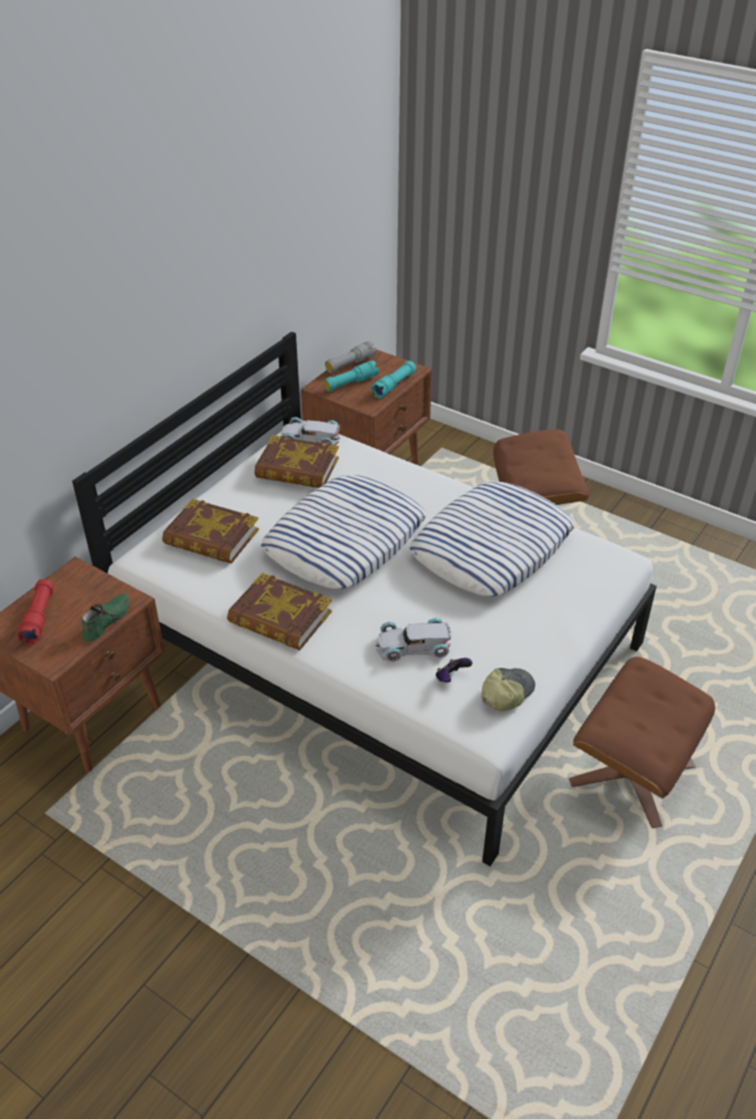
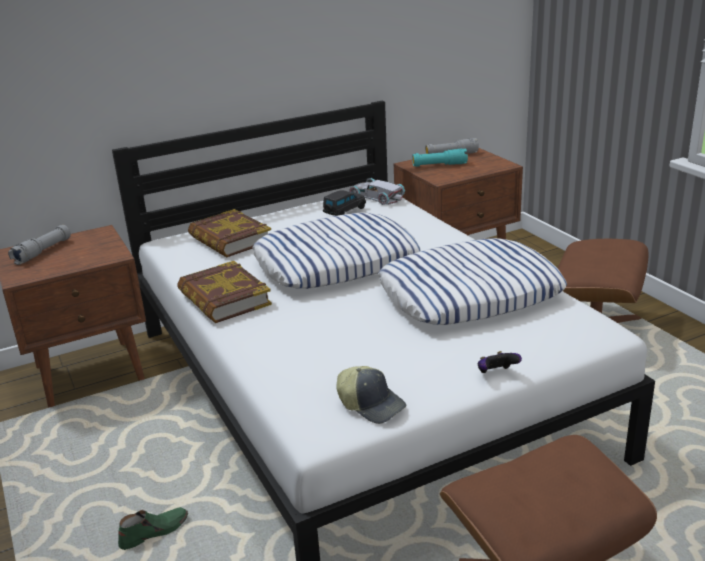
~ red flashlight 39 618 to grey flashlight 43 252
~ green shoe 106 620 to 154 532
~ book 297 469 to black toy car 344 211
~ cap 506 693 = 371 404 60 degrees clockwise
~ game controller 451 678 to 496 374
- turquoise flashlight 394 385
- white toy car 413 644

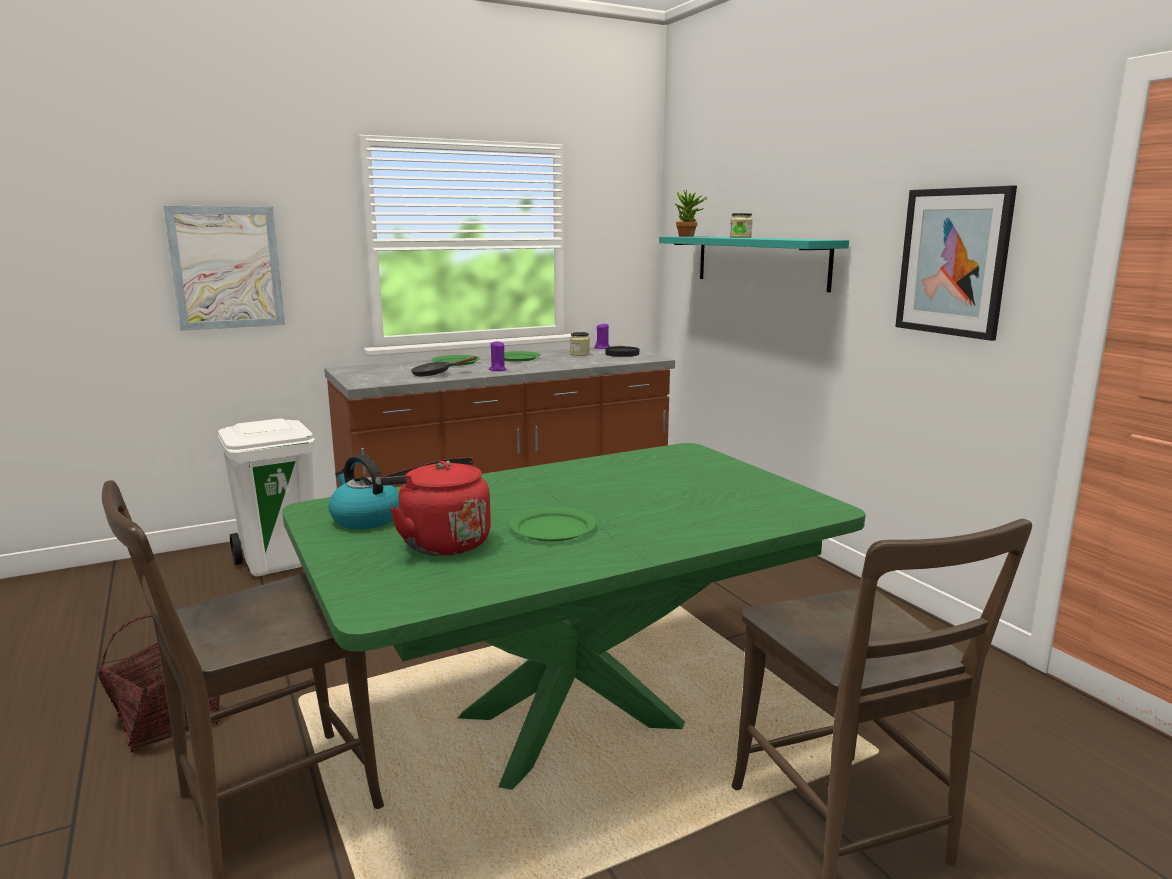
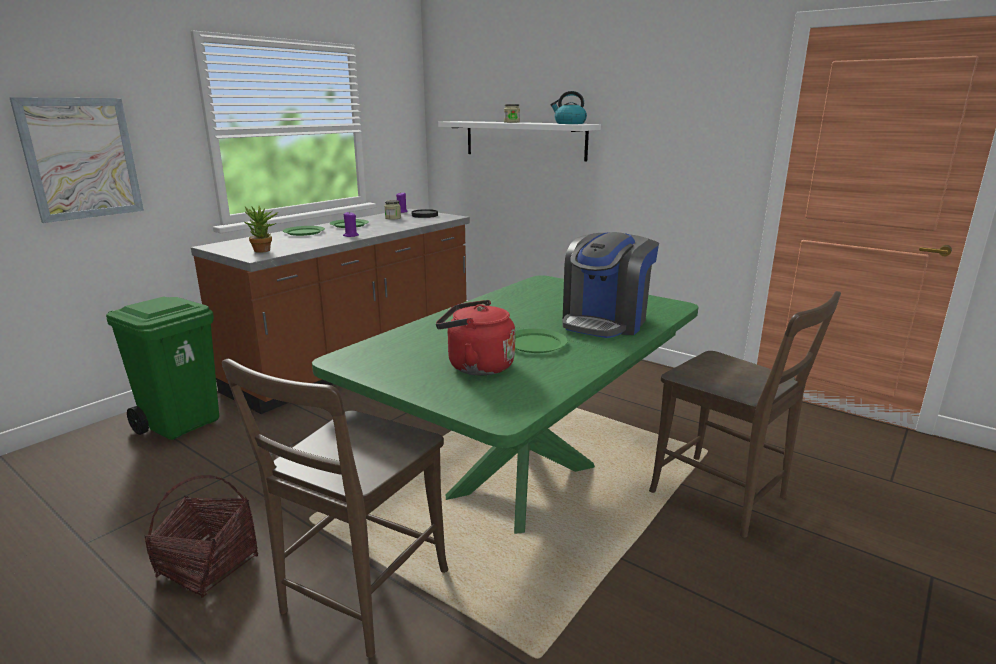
~ white trash can 280 562 to green trash can 182 423
~ potted plant 689 236 to 265 251
~ turquoise shelf 760 261 to white shelf 524 140
~ kettle 365 519 to 569 123
+ coffee machine 605 322
- black frying pan 435 374
- picture 953 262

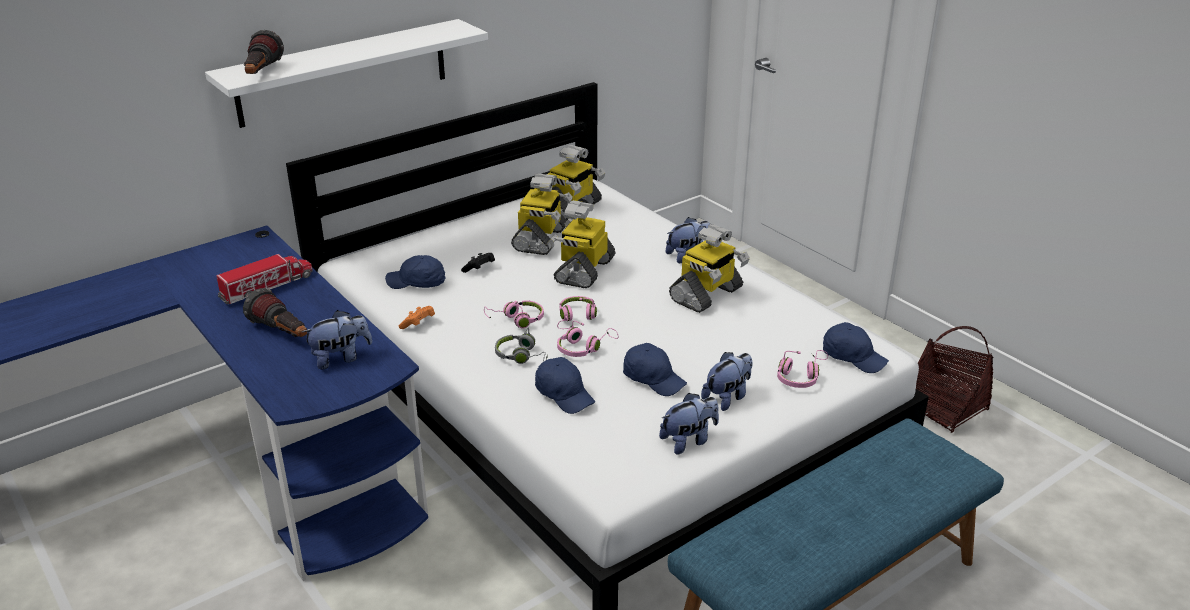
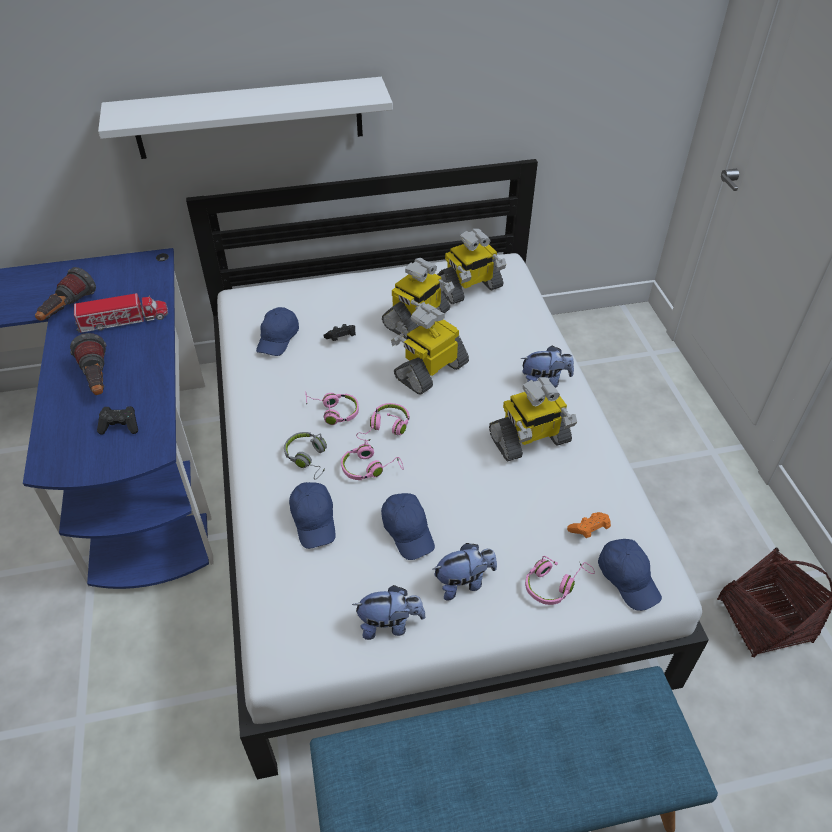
~ flashlight 261 74 to 67 310
~ plush toy 340 358 to black game controller 120 426
~ blue cap 417 283 = 278 339 105 degrees counterclockwise
~ orange game controller 418 324 to 589 530

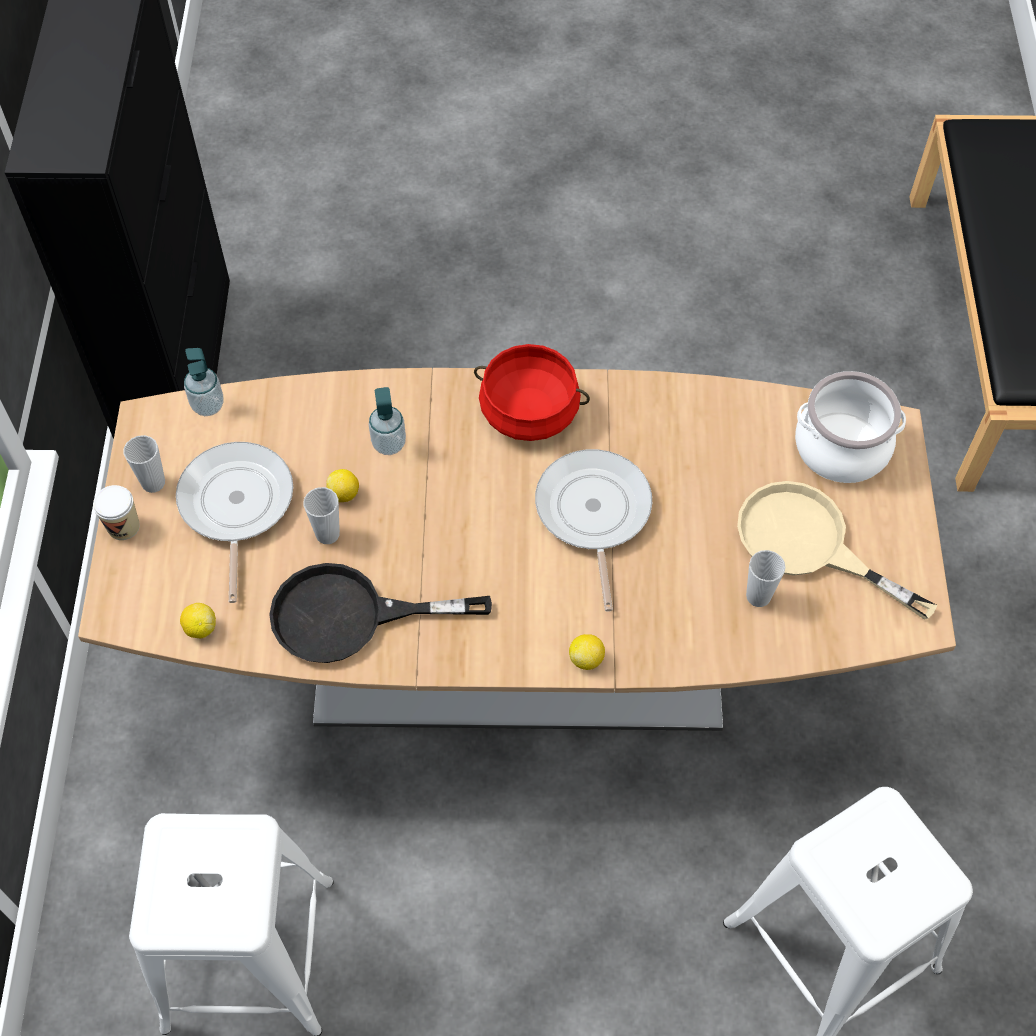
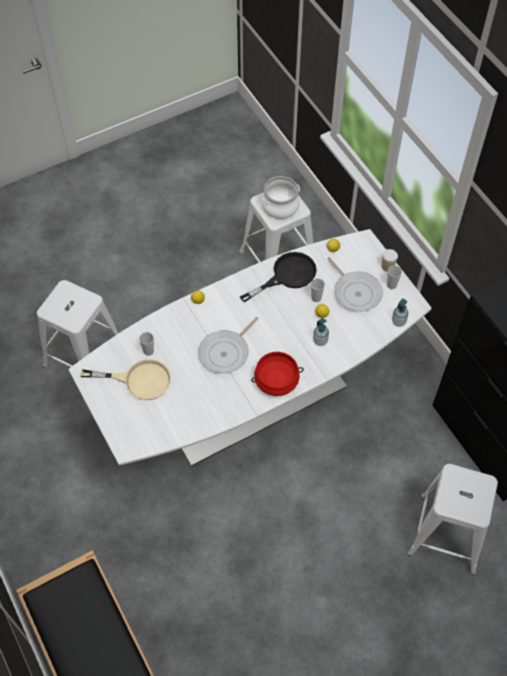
~ brown dining table 516 653 to white dining table 254 397
~ frying pan 593 514 = 226 352 75 degrees clockwise
~ cooking pot 841 448 to 280 206
+ white stool 447 533

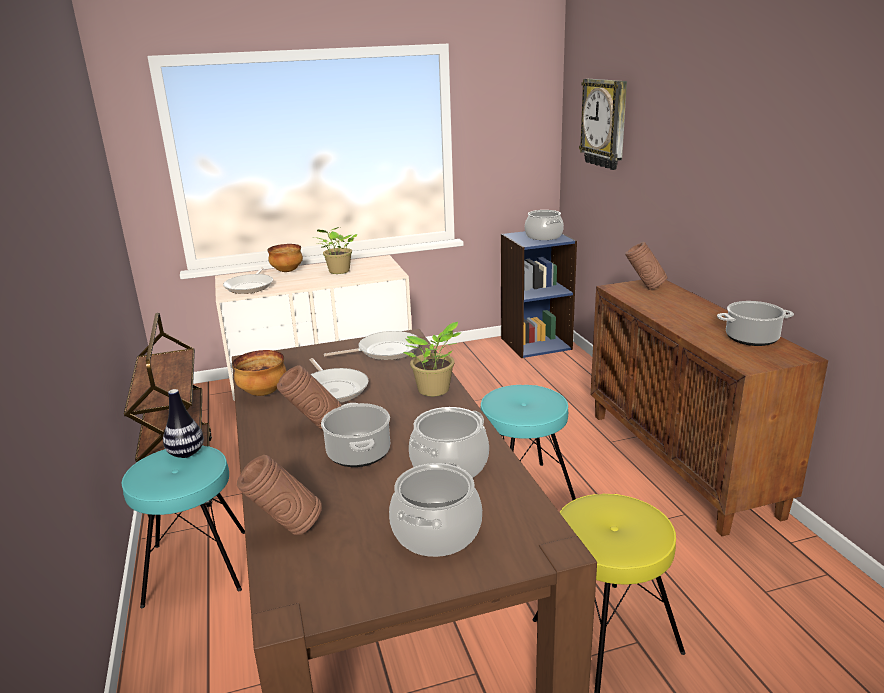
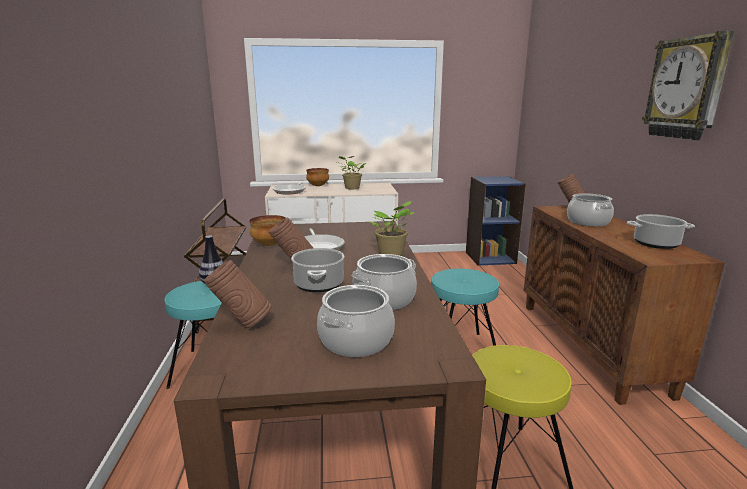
~ cooking pot 544 236 to 588 222
~ wall clock 605 123 to 686 88
- frying pan 385 351

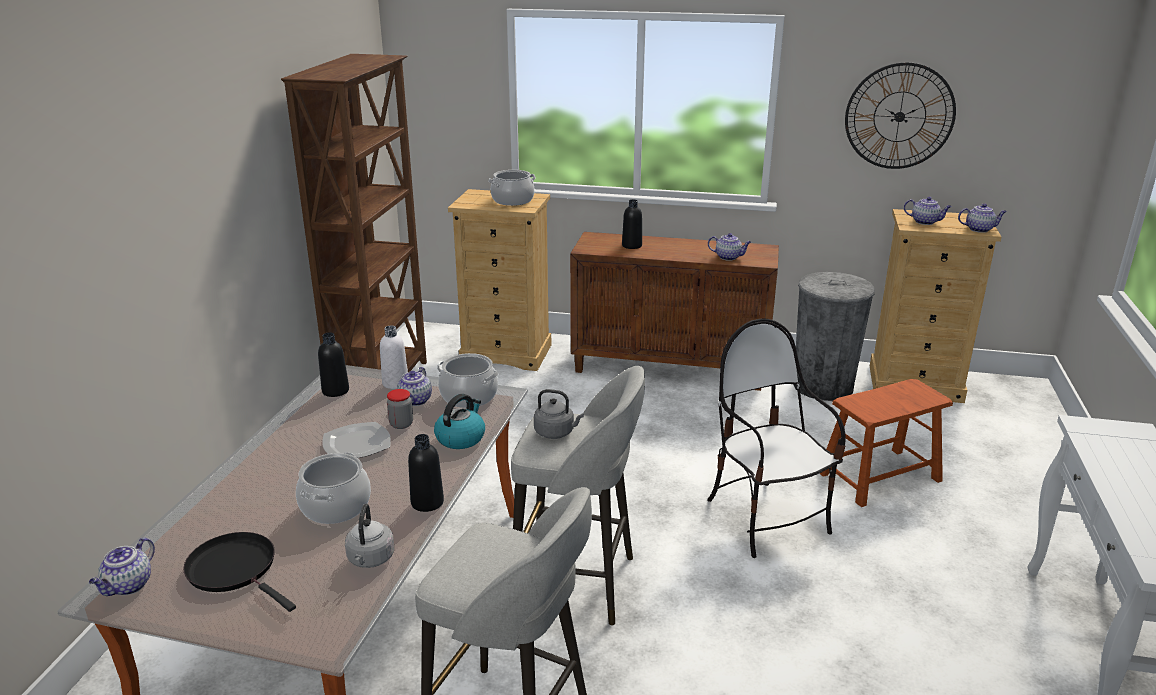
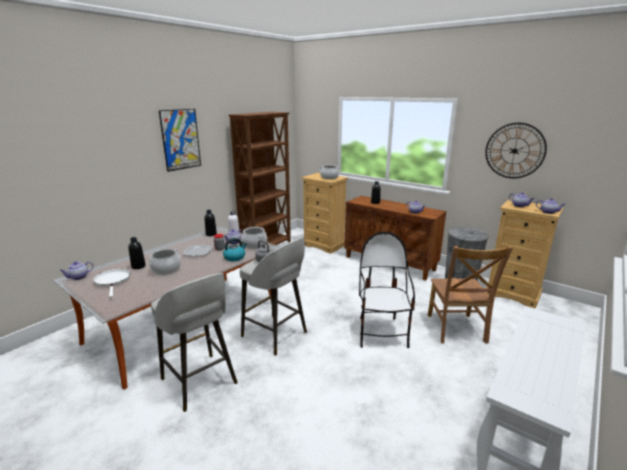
~ black frying pan 236 570 to white frying pan 113 281
~ black bottle 427 502 to 138 266
+ picture 180 139
~ brown stool 879 476 to brown chair 456 330
- grey kettle 370 559

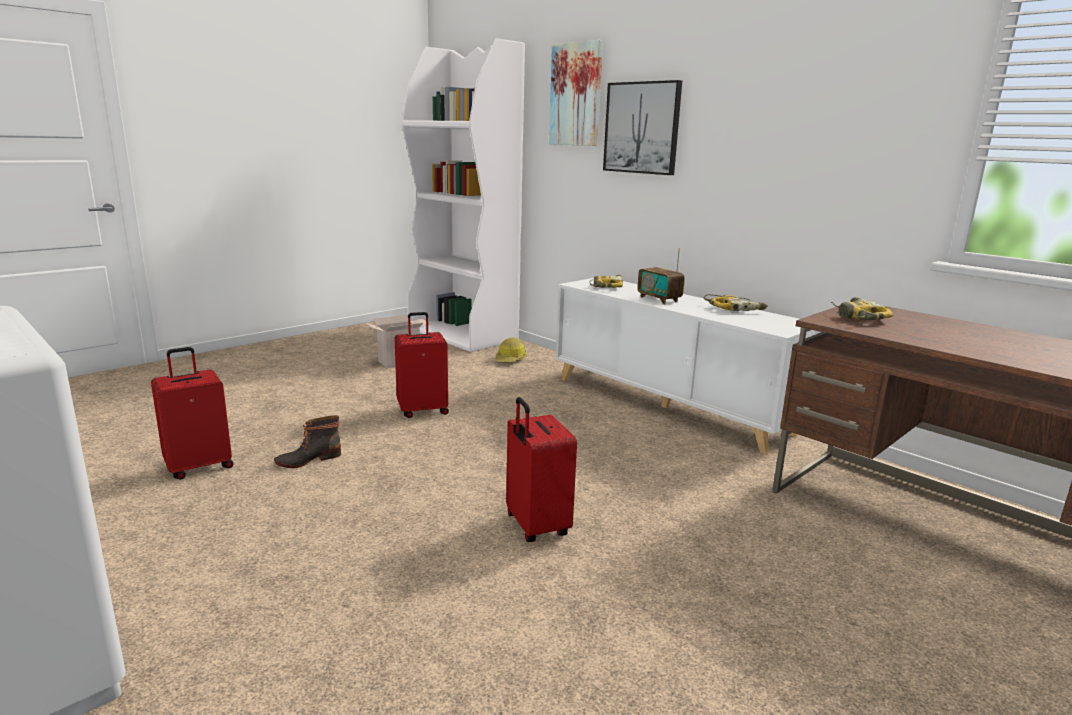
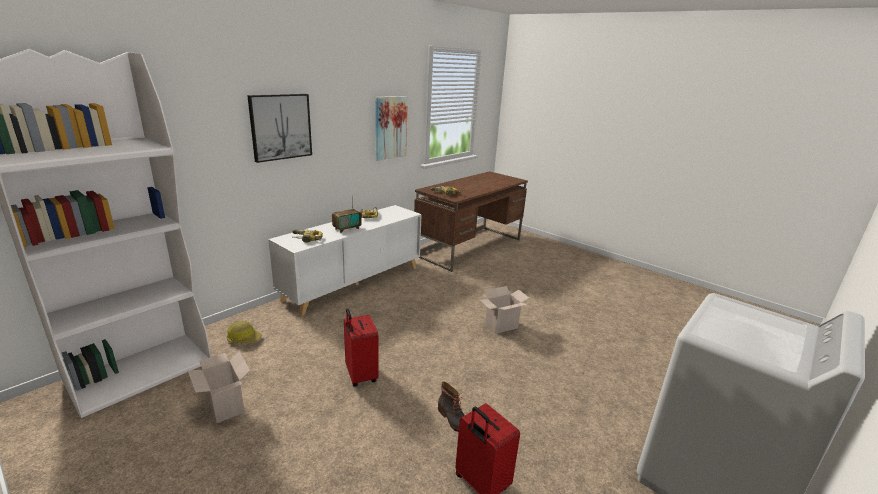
~ picture 576 95 to 390 127
~ red suitcase 535 526 to cardboard box 501 326

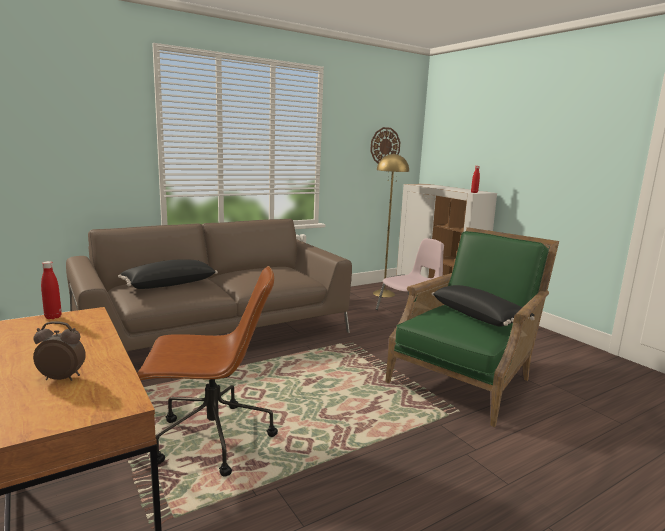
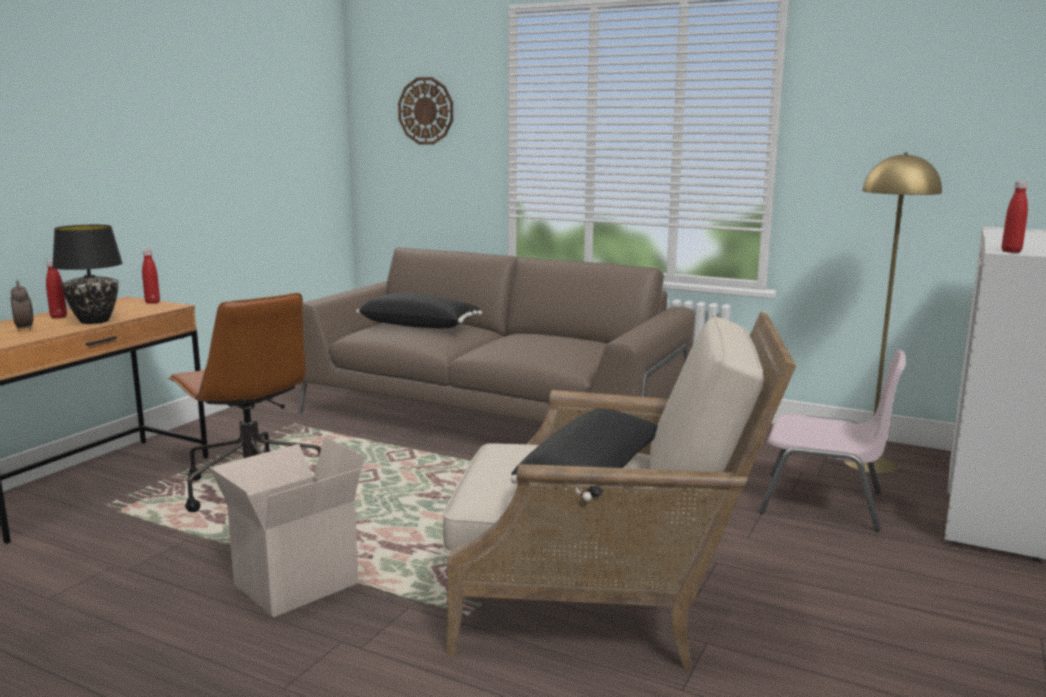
+ red bottle 58 317
+ black table lamp 94 321
+ cardboard box 296 582
~ wall clock 385 146 to 426 111
~ green armchair 467 377 to beige armchair 605 603

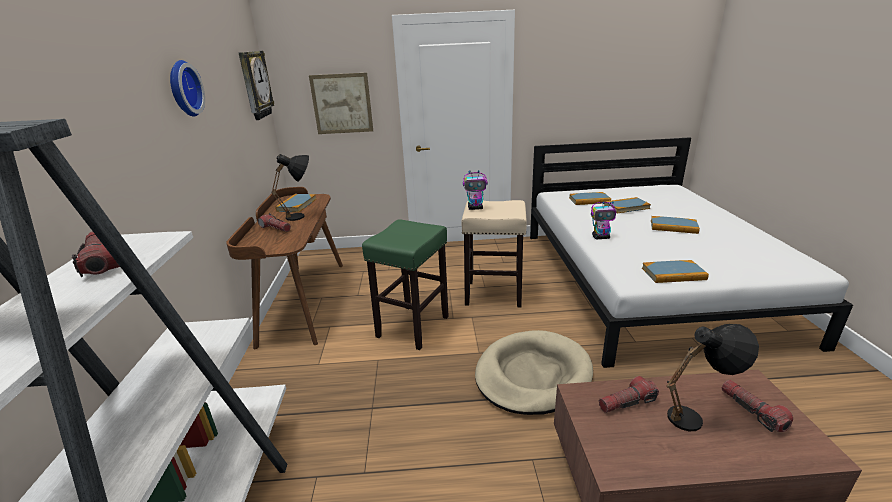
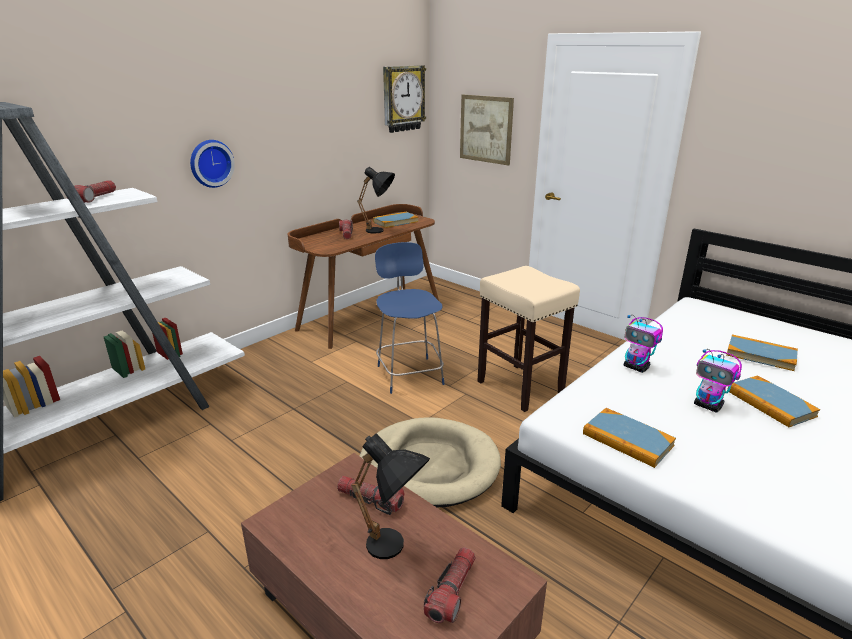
~ wall clock 182 89 to 210 163
~ green stool 413 326 to blue chair 409 373
~ toy robot 475 208 to 708 406
- book 589 200

